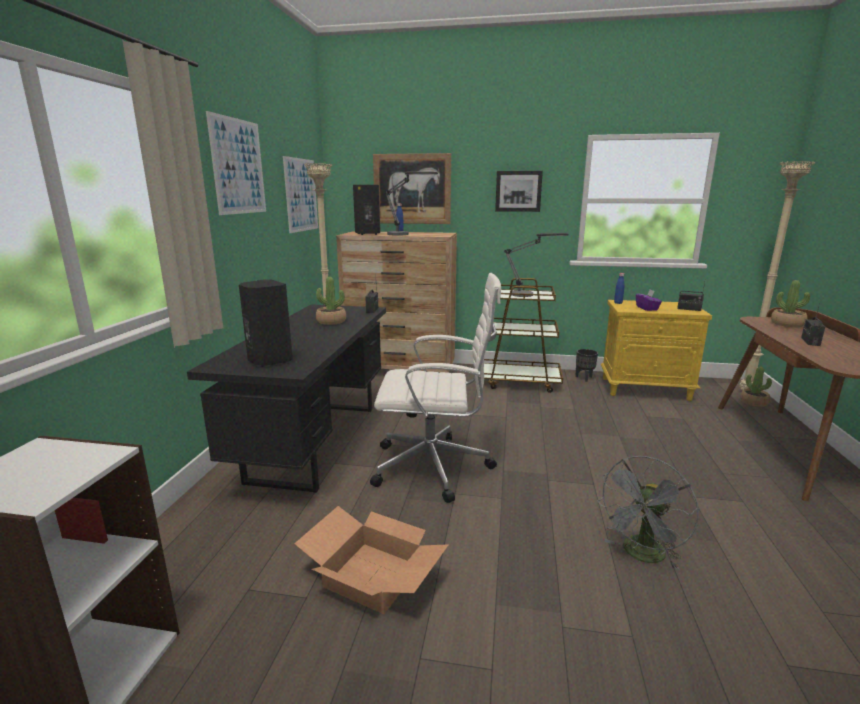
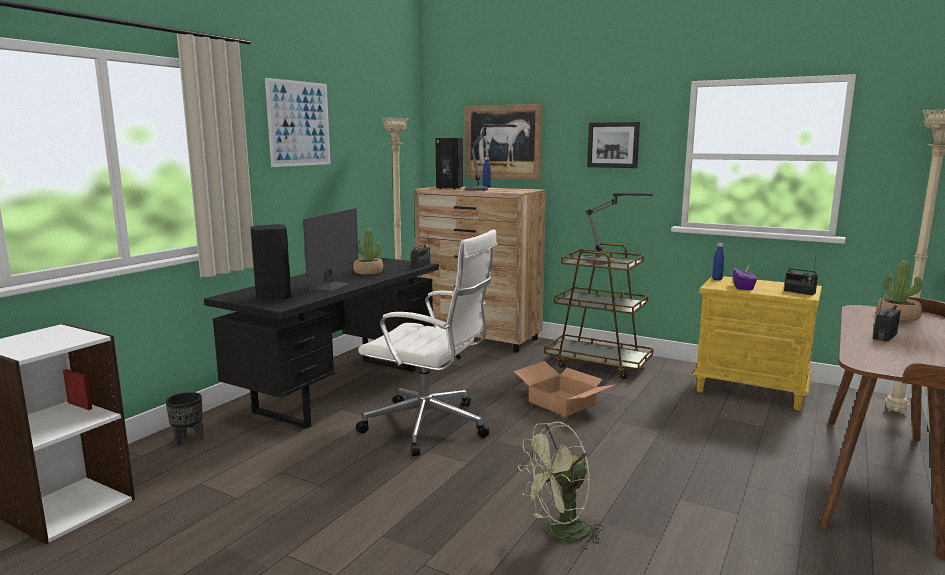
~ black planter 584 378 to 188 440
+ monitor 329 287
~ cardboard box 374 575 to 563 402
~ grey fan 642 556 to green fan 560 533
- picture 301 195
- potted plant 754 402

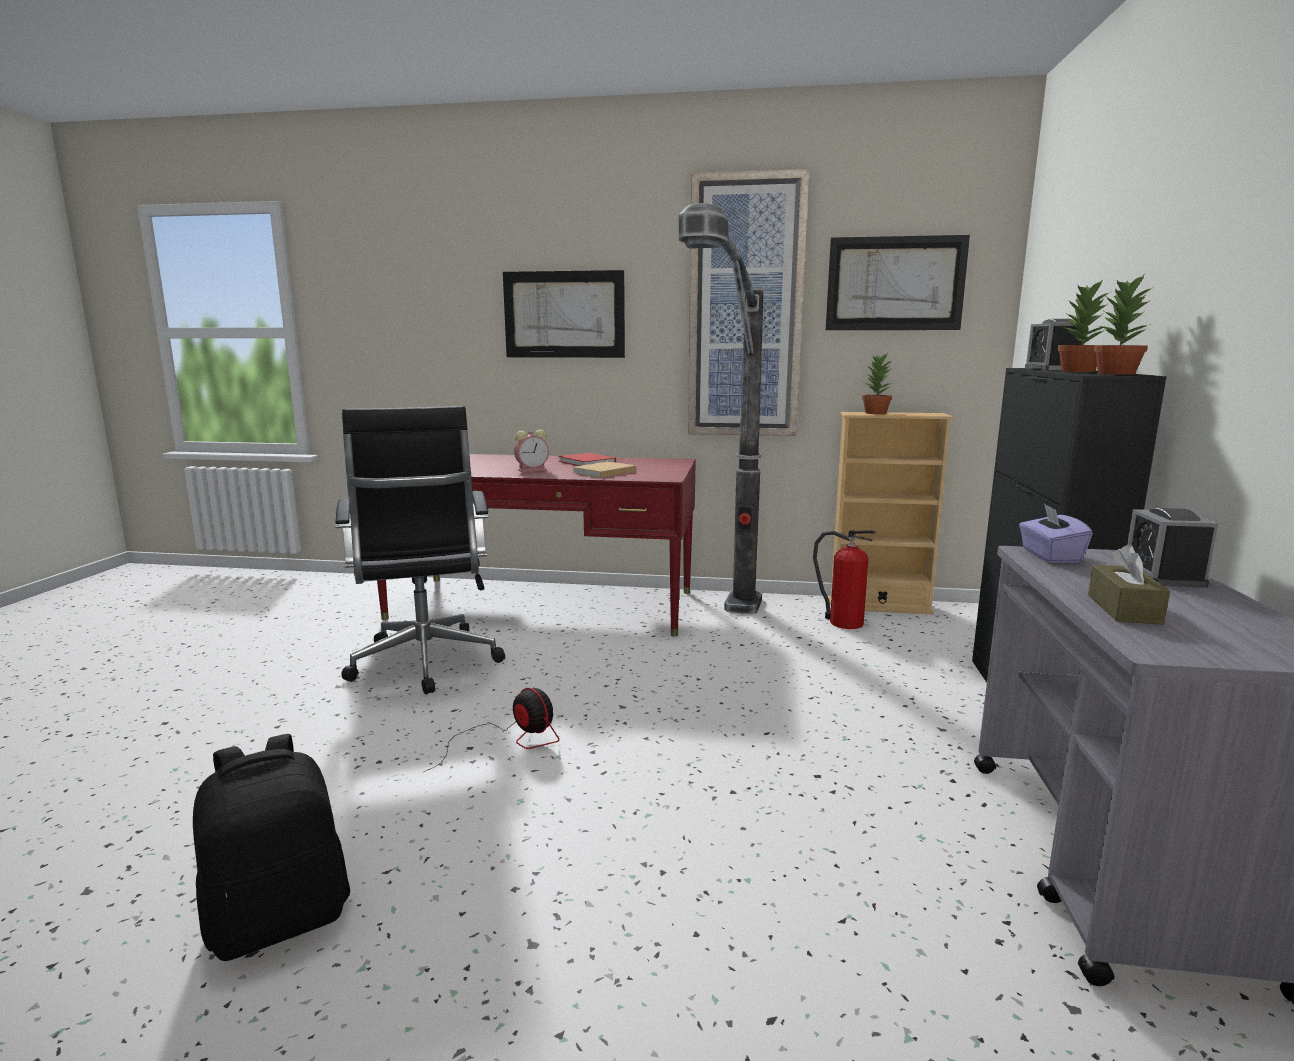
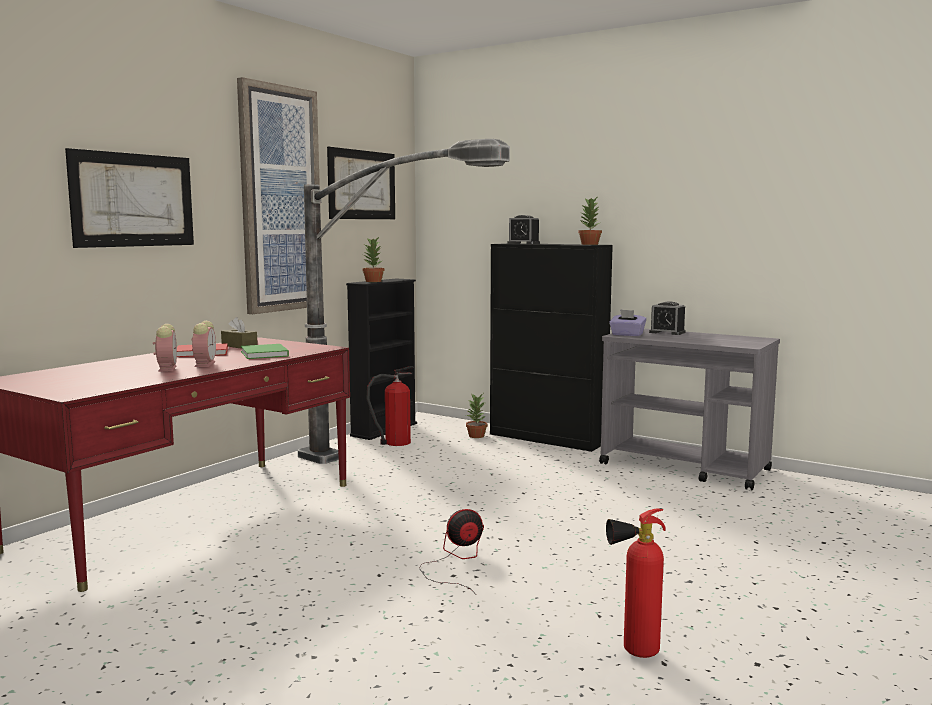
+ alarm clock 167 368
~ brown tissue box 1123 609 to 239 346
~ beige book 602 472 to green book 264 354
~ beige bookcase 879 606 to black bookcase 384 429
~ potted plant 1077 371 to 476 436
~ black backpack 280 919 to fire extinguisher 632 653
- black office chair 425 665

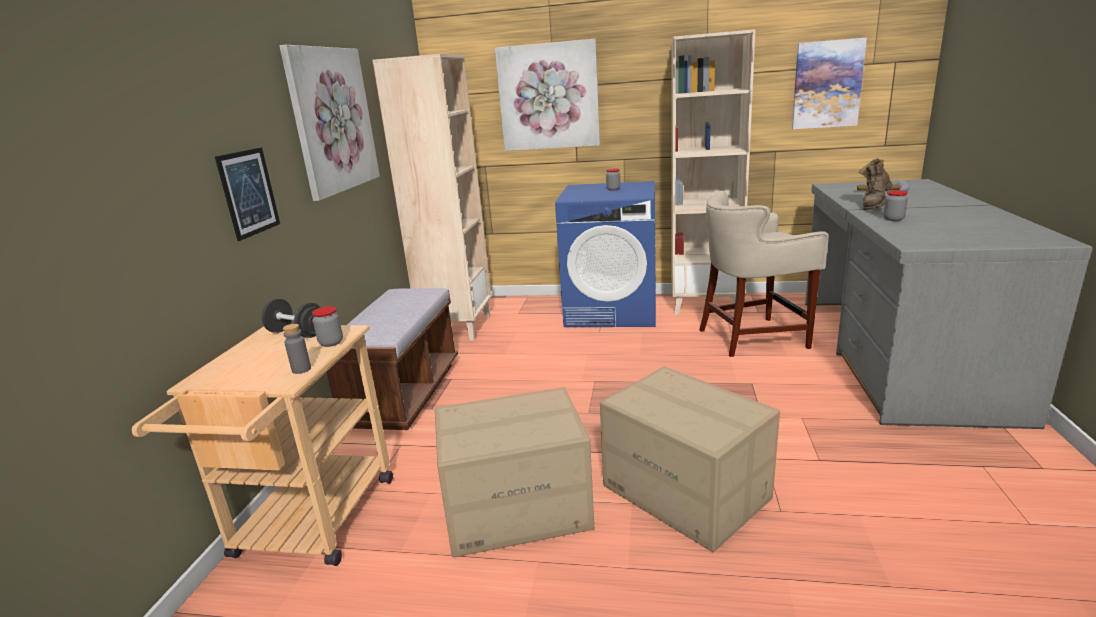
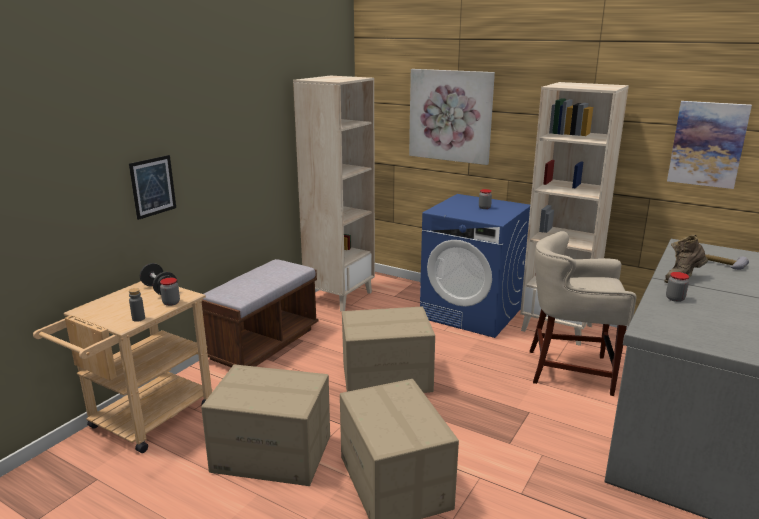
+ cardboard box 386 378
- picture 333 120

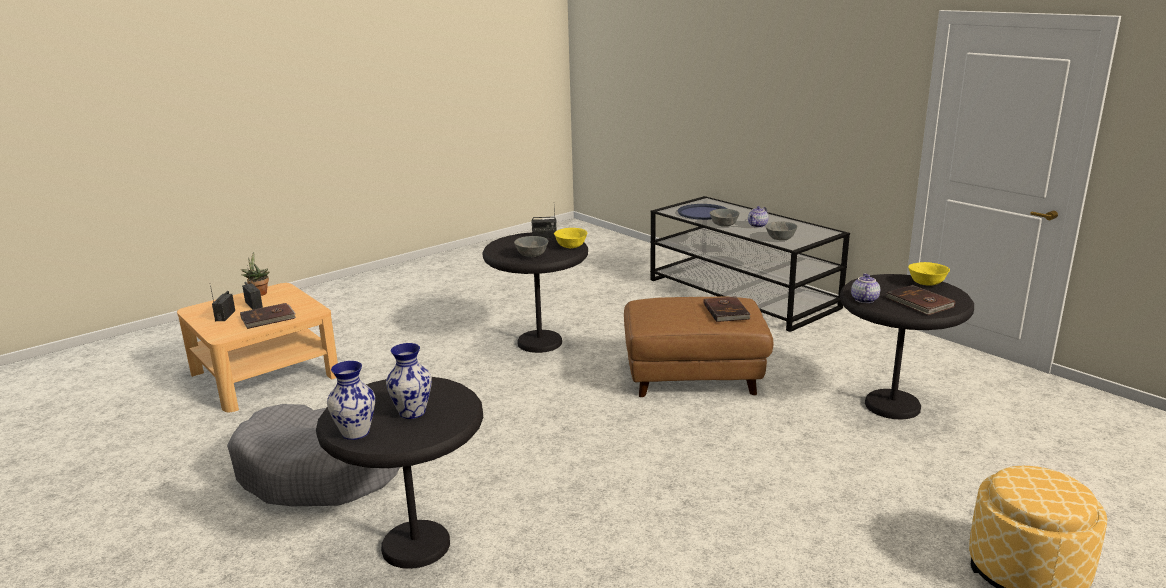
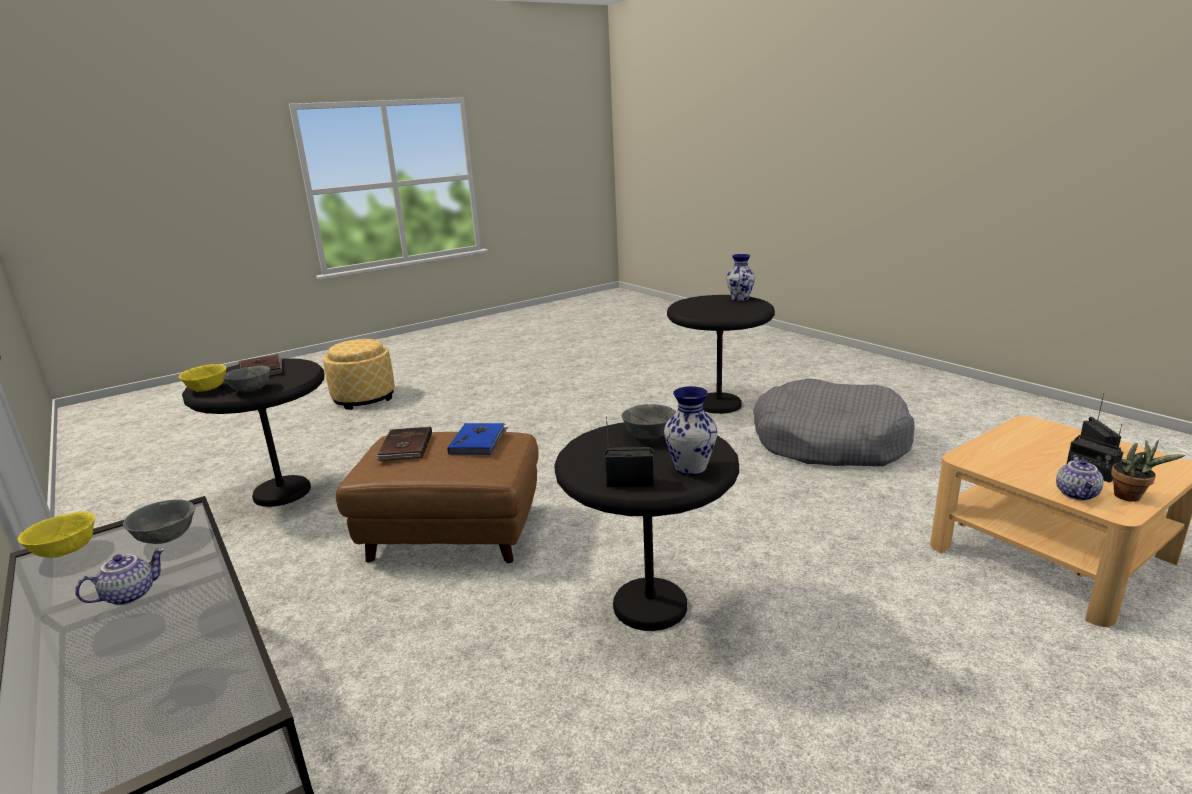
~ yellow bowl 571 247 to 66 550
~ grey bowl 724 225 to 251 390
+ blue book 479 441
~ vase 413 412 to 690 469
~ teapot 863 300 to 1077 494
- brown book 268 318
- blue tray 703 213

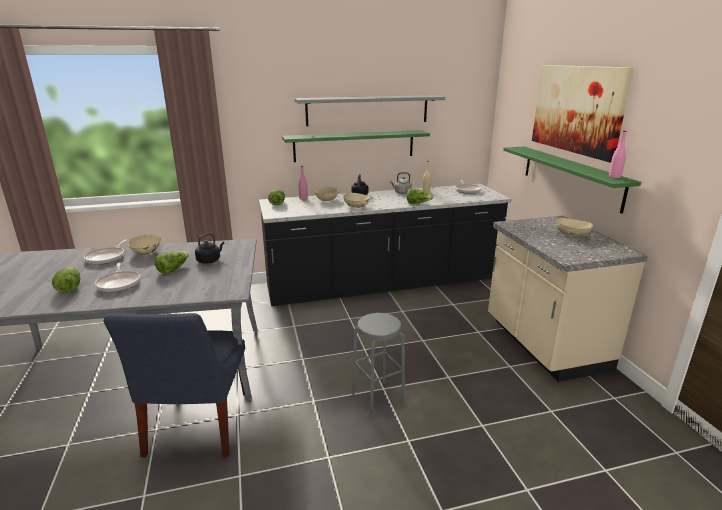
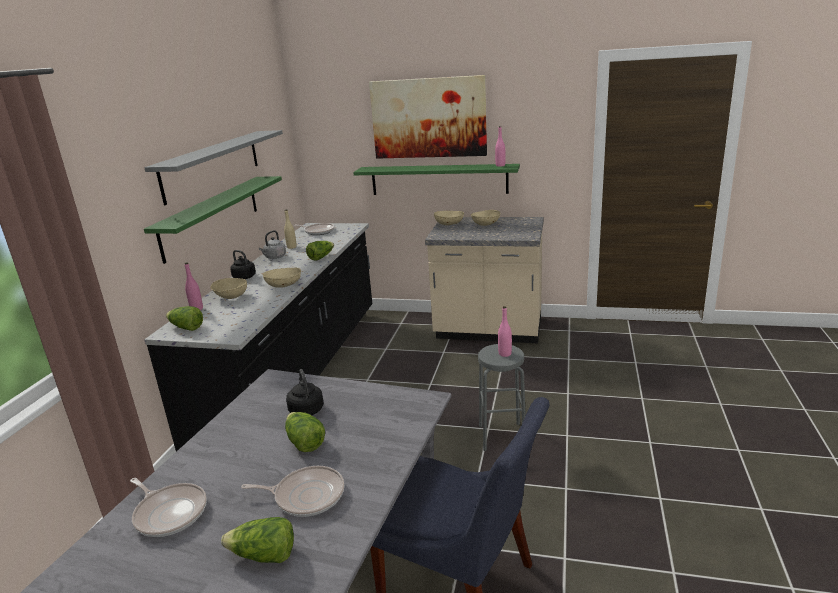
~ beige bowl 147 253 to 449 224
+ pink bottle 505 354

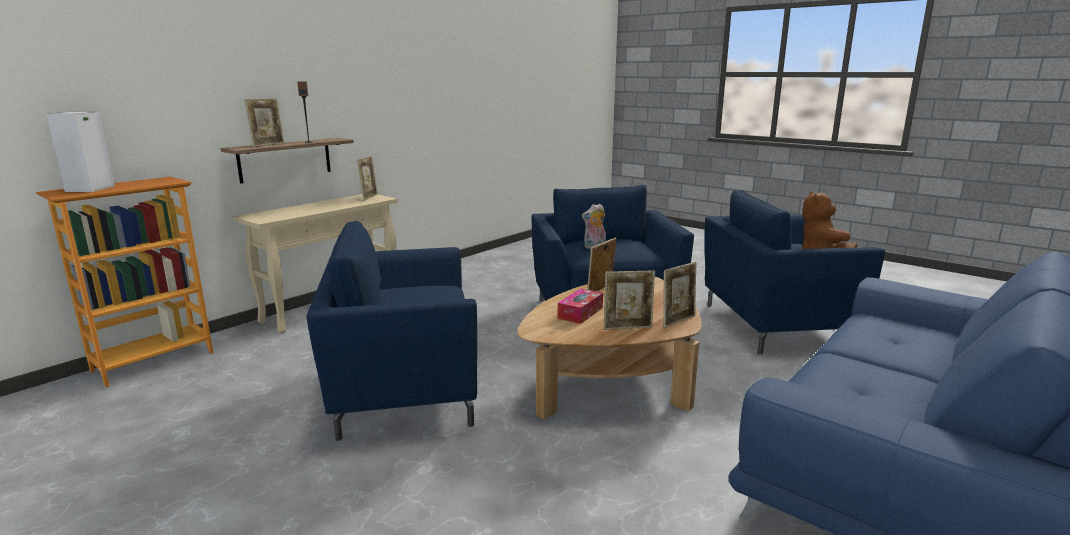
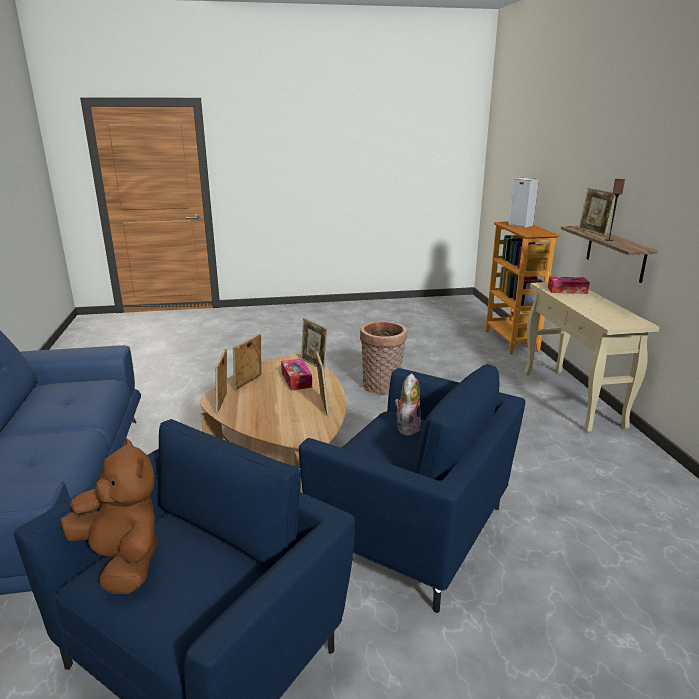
~ picture frame 369 197 to 314 364
~ blue armchair 402 390 to basket 382 387
+ tissue box 567 290

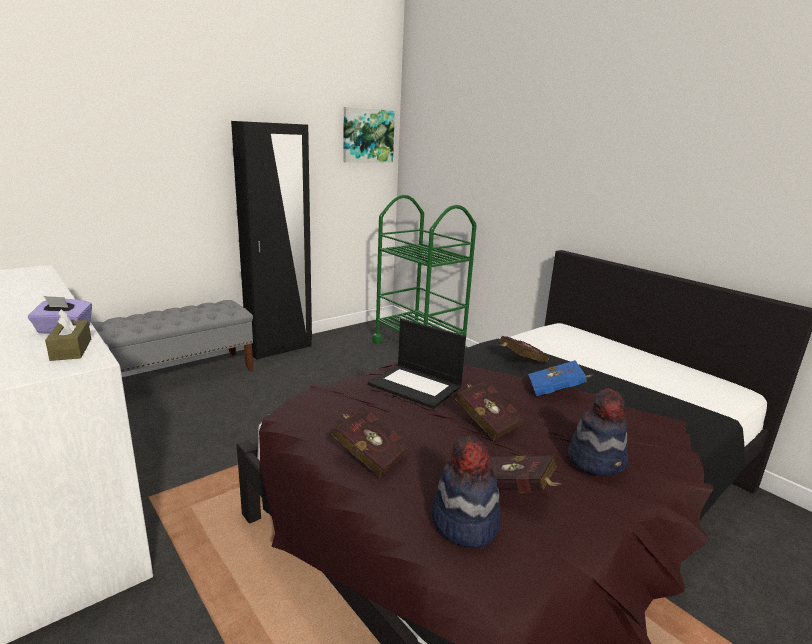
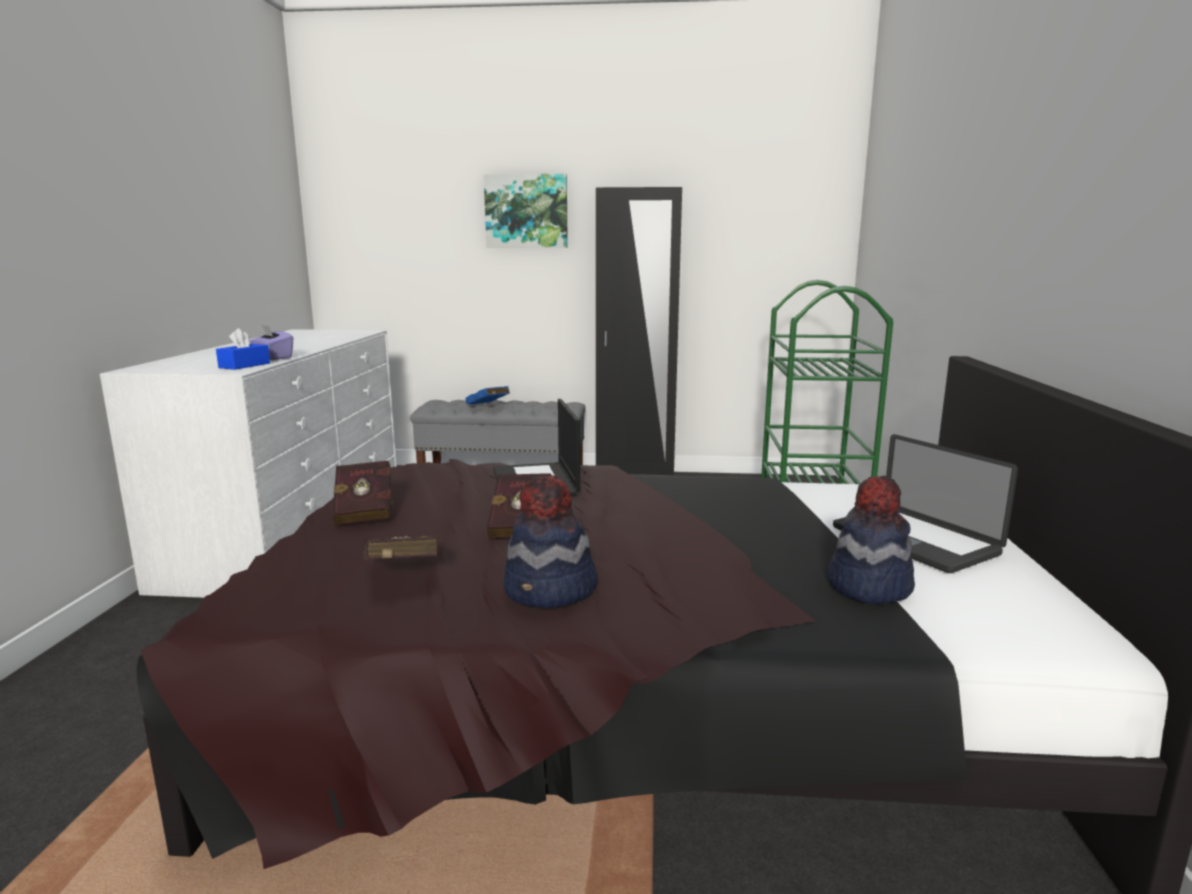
~ brown tissue box 71 349 to blue tissue box 244 365
~ blue book 557 391 to 488 407
~ picture 367 136 to 526 211
~ hat 464 522 to 868 585
+ laptop 913 541
- red book 520 361

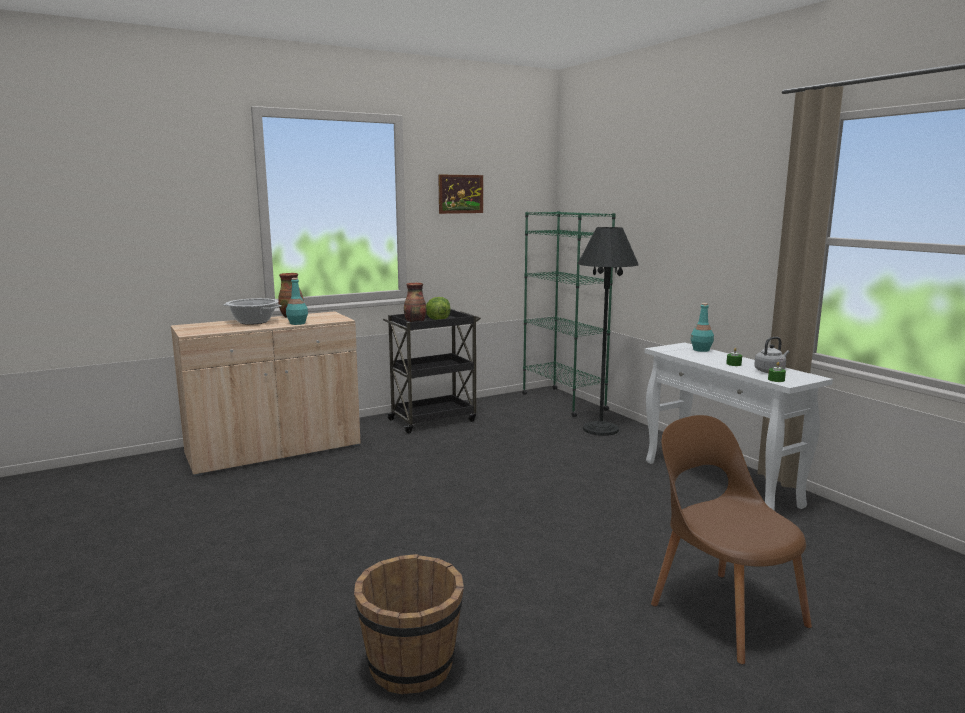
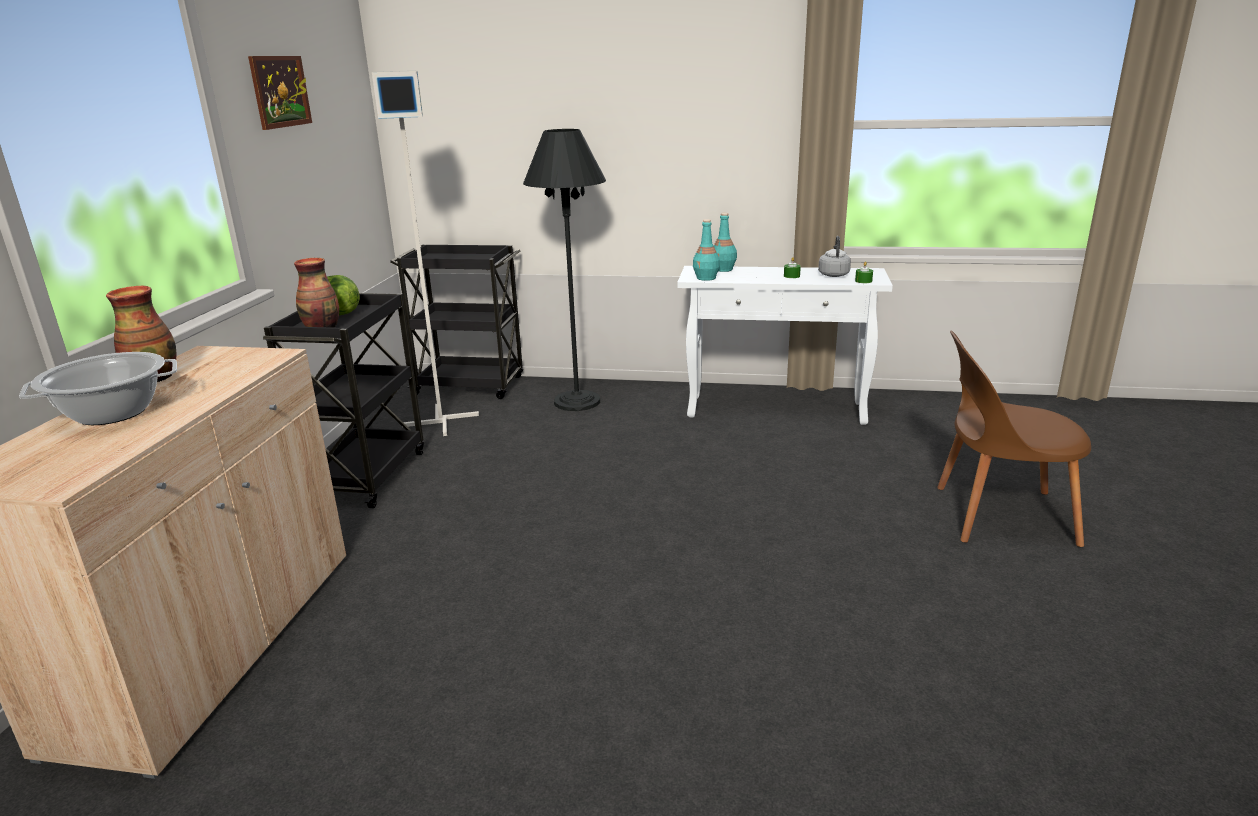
+ grey floor lamp 440 420
~ green bookcase 563 401 to black cart 471 386
~ turquoise bottle 297 323 to 706 278
- brown bucket 411 666

